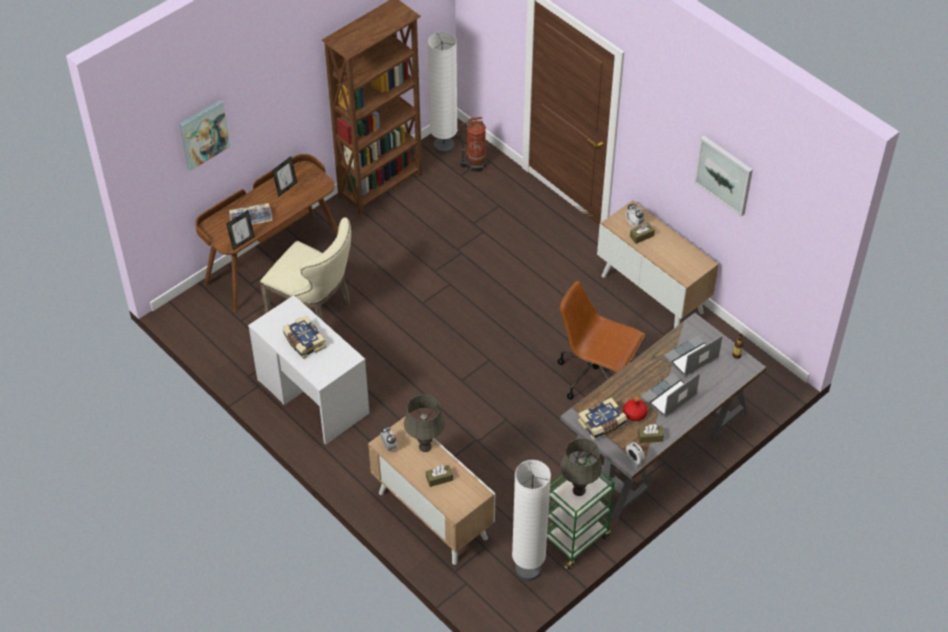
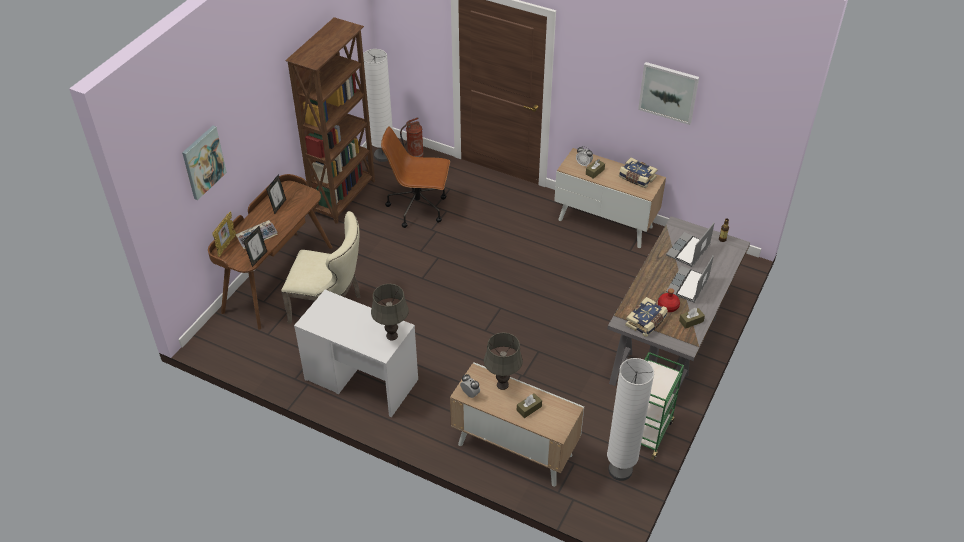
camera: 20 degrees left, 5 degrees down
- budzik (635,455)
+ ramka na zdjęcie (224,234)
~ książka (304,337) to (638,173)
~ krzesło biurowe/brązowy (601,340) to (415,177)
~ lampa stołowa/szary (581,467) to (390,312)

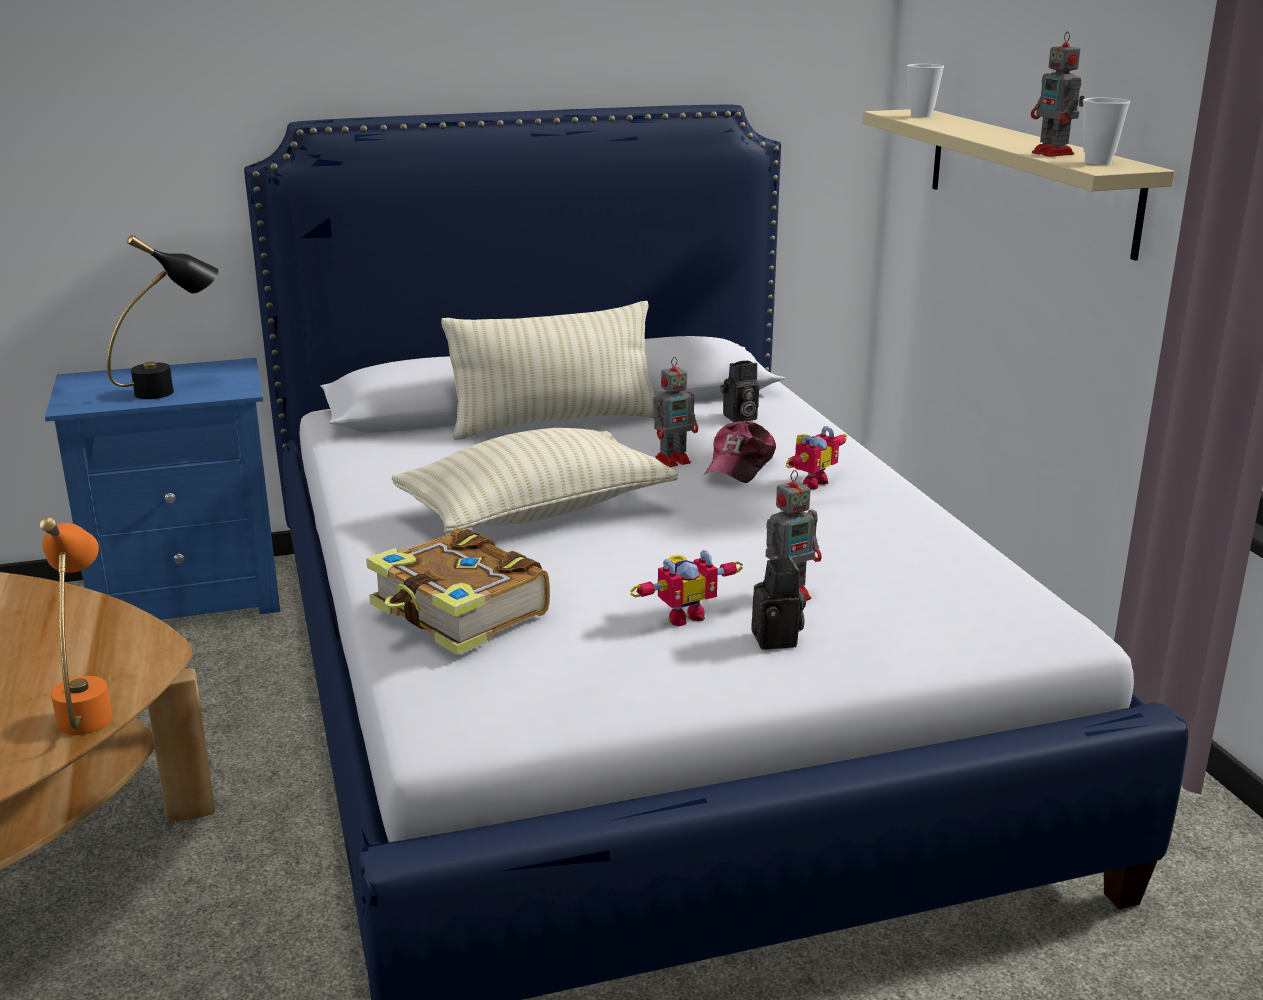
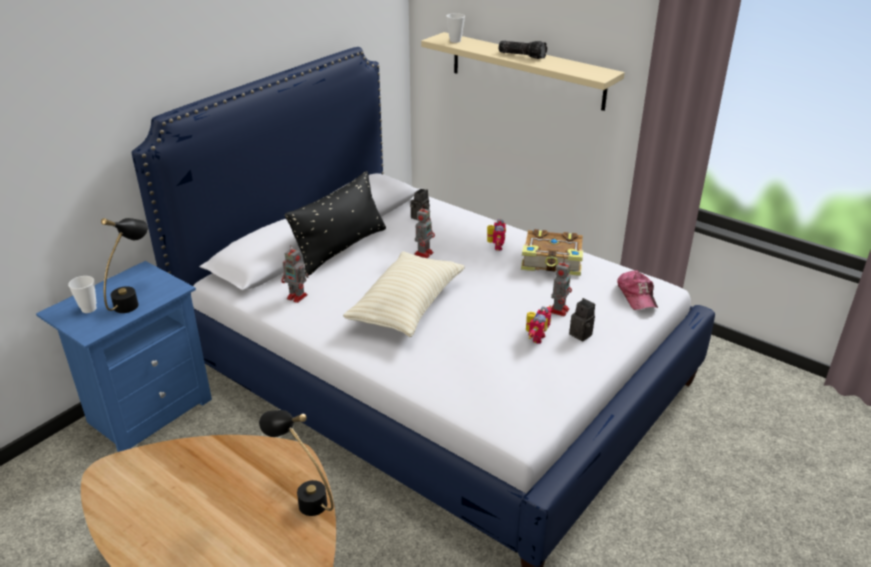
camera: 35 degrees left, 10 degrees up
+ latarka (523,49)
~ książka (458,592) to (552,252)
~ czapka z daszkiem (739,452) to (637,290)
~ robot zabawkowy (1058,94) to (295,274)
~ filiżanka (1106,131) to (82,294)
~ lampa stołowa/pomarańczowy (76,626) to lampa stołowa/czarny (296,463)
~ poduszka/beżowy (548,370) to poduszka/czarny (335,223)

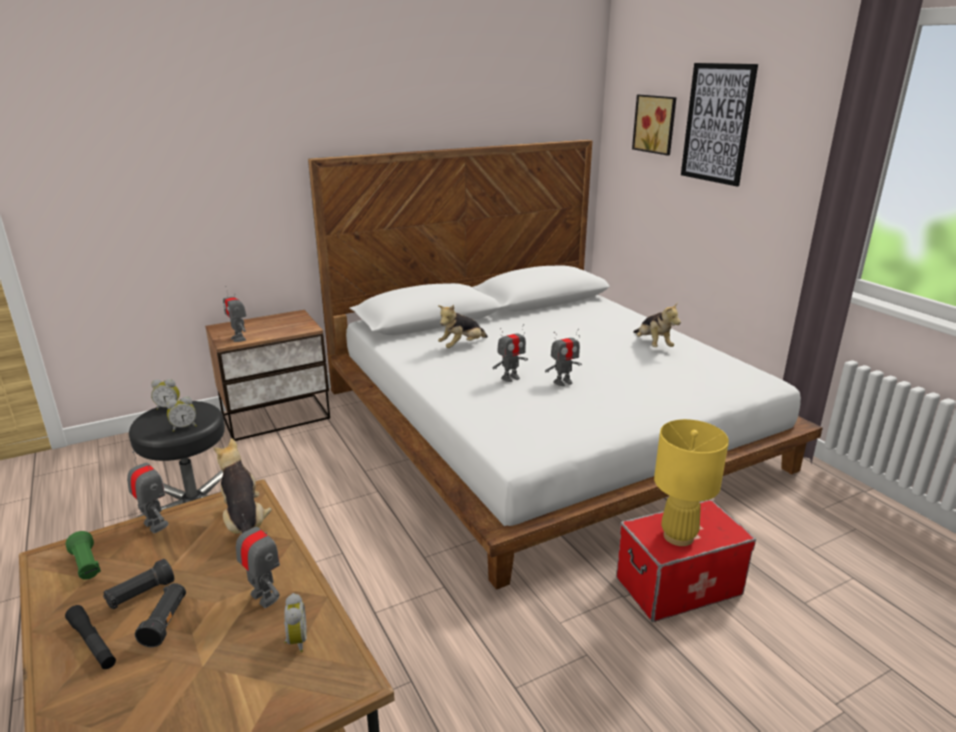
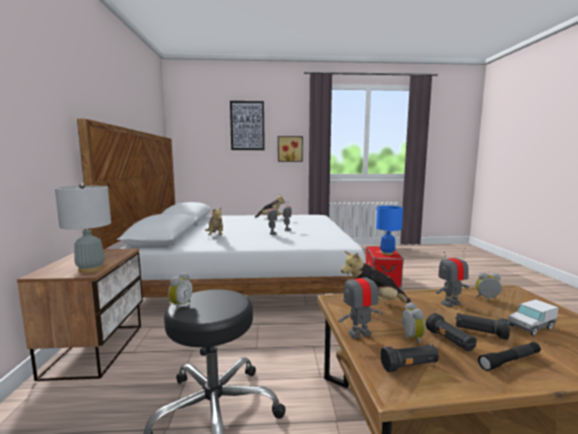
camera: 65 degrees left, 15 degrees down
+ ciężarówka zabawkowa (534,317)
~ budzik (181,414) to (414,323)
~ obraz (654,125) to (290,149)
~ robot zabawkowy (235,314) to lampa stołowa/szary (83,228)
~ latarka/zielony (83,555) to latarka/czarny (409,358)
~ lampa stołowa/żółty (691,482) to lampa stołowa/niebieski (389,230)

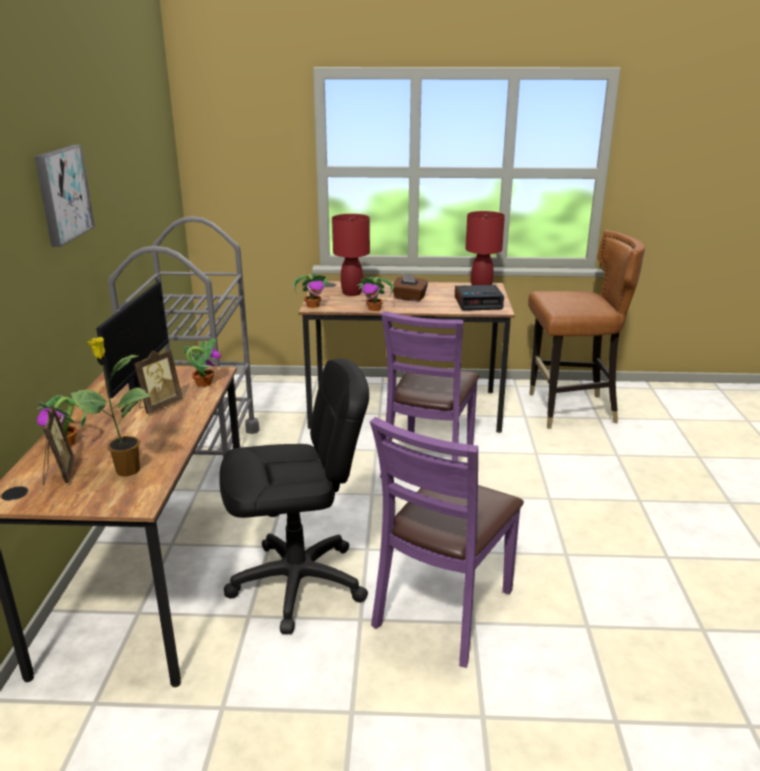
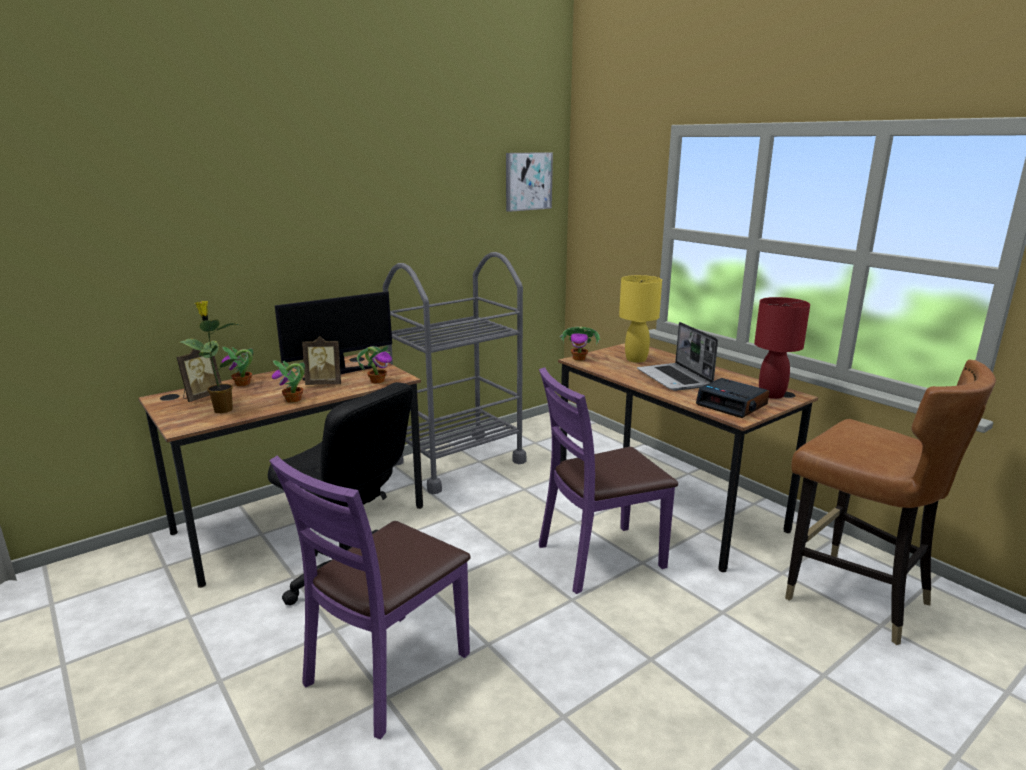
camera: 50 degrees right, 5 degrees down
~ obraz (64,196) to (529,182)
~ roślina doniczkowa (375,294) to (288,381)
~ pudełko chusteczek/brązowy (410,287) to laptop (677,356)
~ lampa stołowa/czerwony (351,255) to lampa stołowa/żółty (640,319)
~ krzesło/fioletowy (447,542) = (370,597) 45 degrees counterclockwise

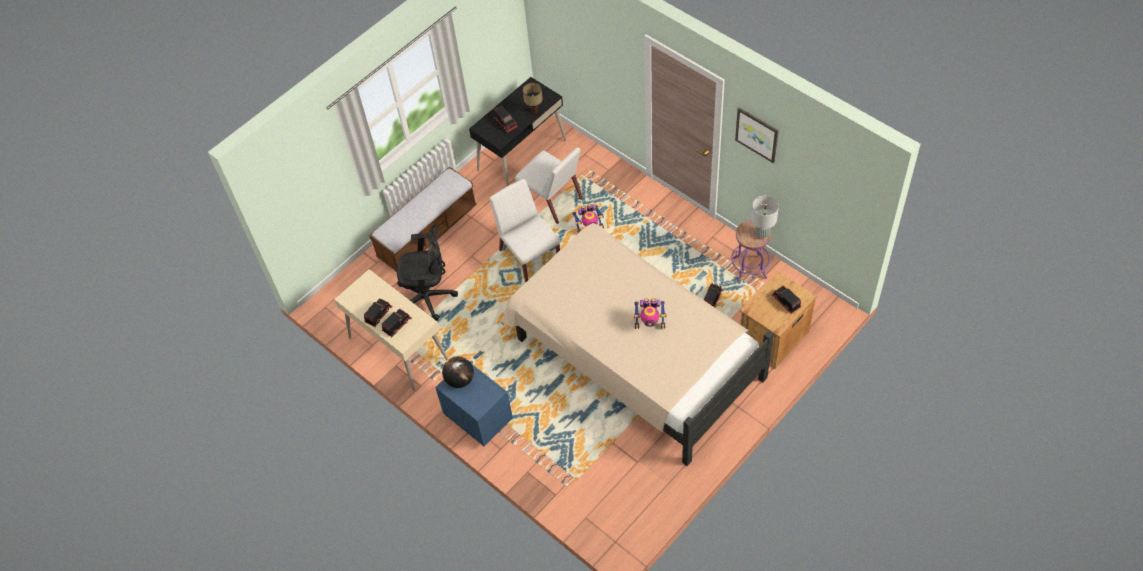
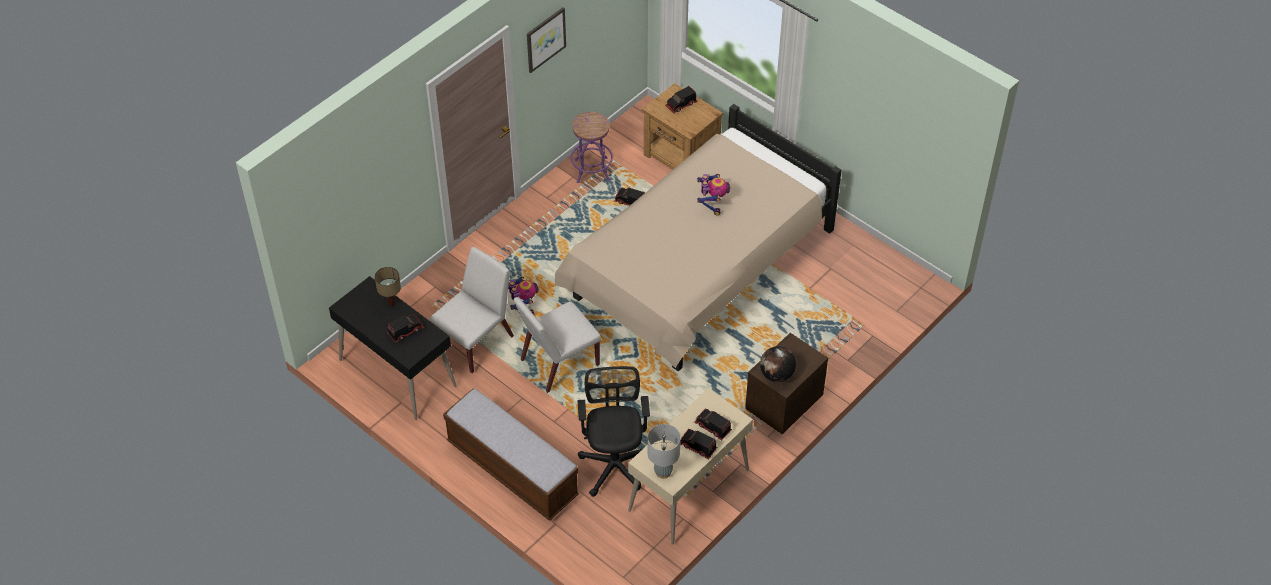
camera: 95 degrees left, 5 degrees down
~ lampa stołowa/szary (765,217) to (664,451)
~ szafka nocna/niebieski (474,405) to szafka nocna/brązowy (786,384)

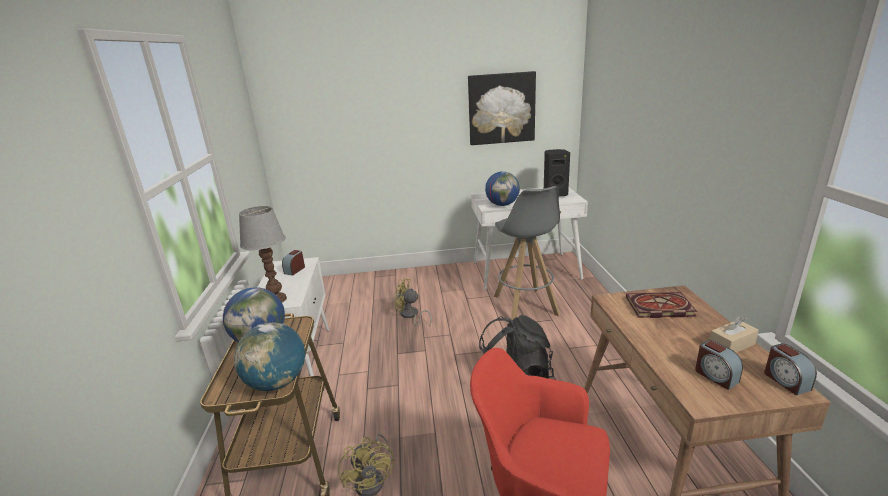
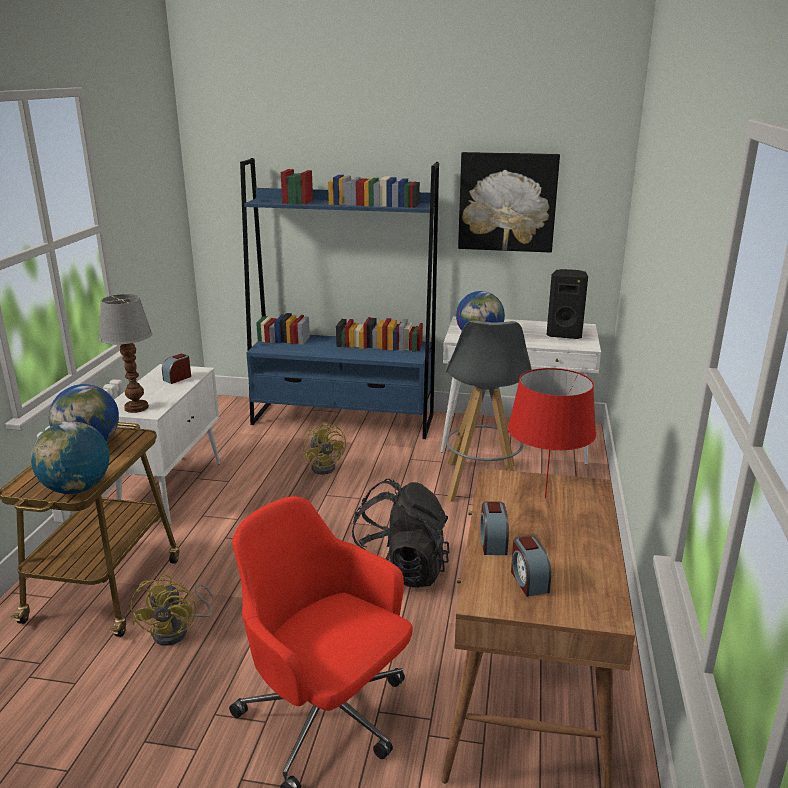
camera: 15 degrees right, 0 degrees up
- pudełko chusteczek/beżowy (734,334)
+ regał/niebieski (339,298)
~ budzik (790,369) to (494,528)
~ książka (661,305) to lampa stołowa/czerwony (552,433)
~ wentylator/żółty (413,301) = (324,448) 150 degrees counterclockwise

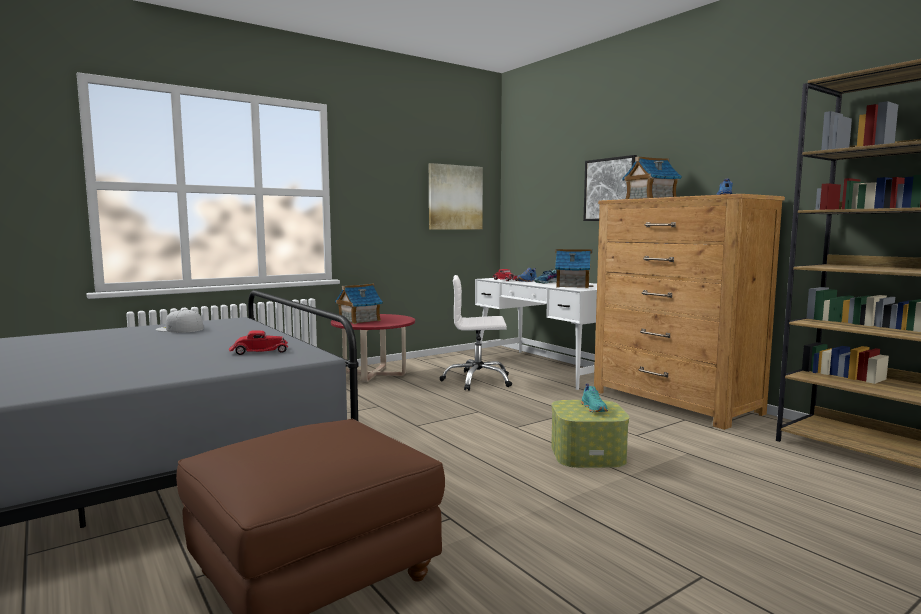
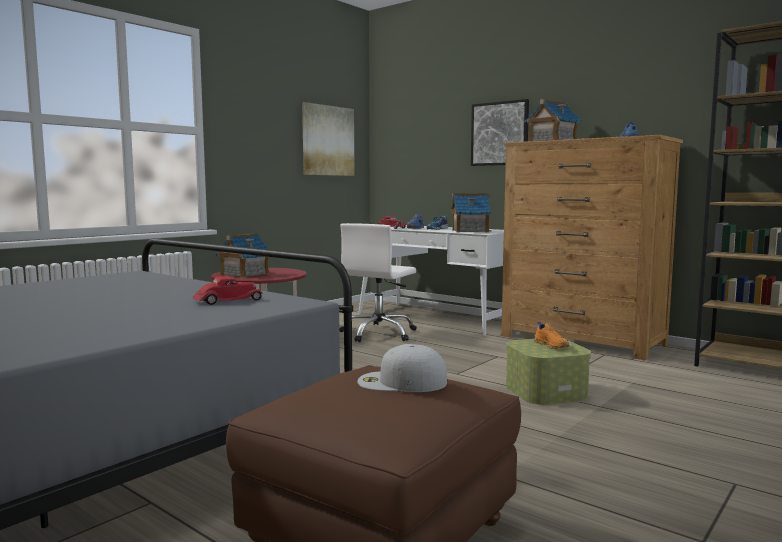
camera: 15 degrees left, 0 degrees up
~ czapka z daszkiem/biały (180,321) to (402,368)
~ but/turkusowy (594,398) to but/pomarańczowy (551,335)
~ krzesło biurowe/biały (475,333) = (378,282) 45 degrees counterclockwise

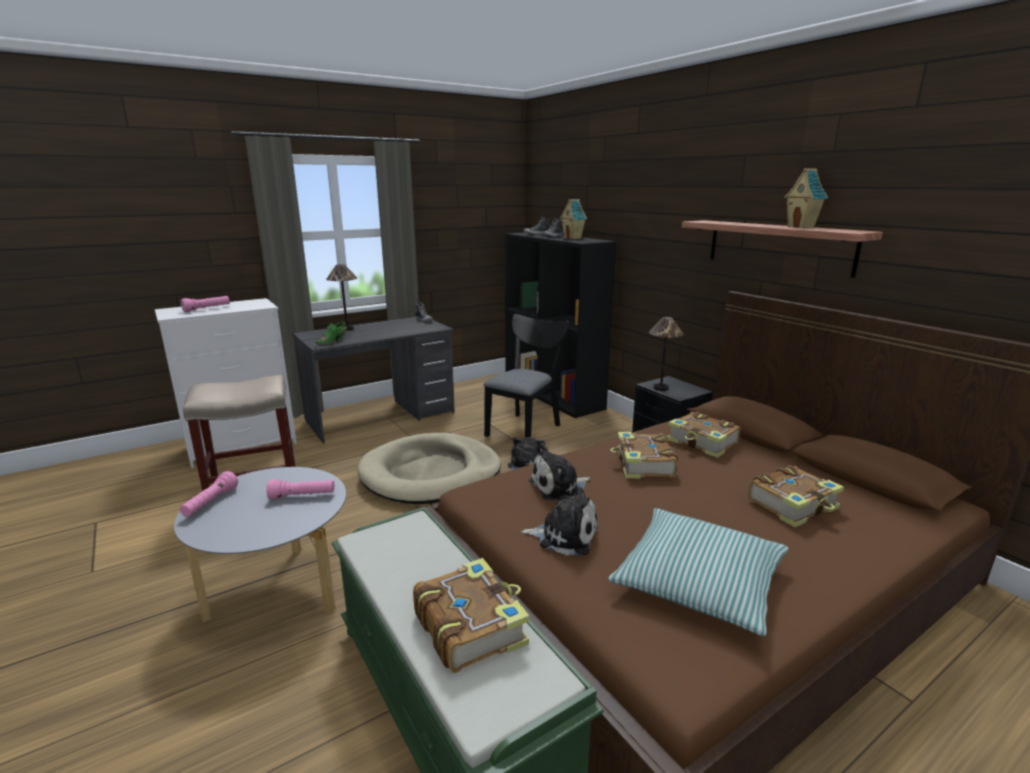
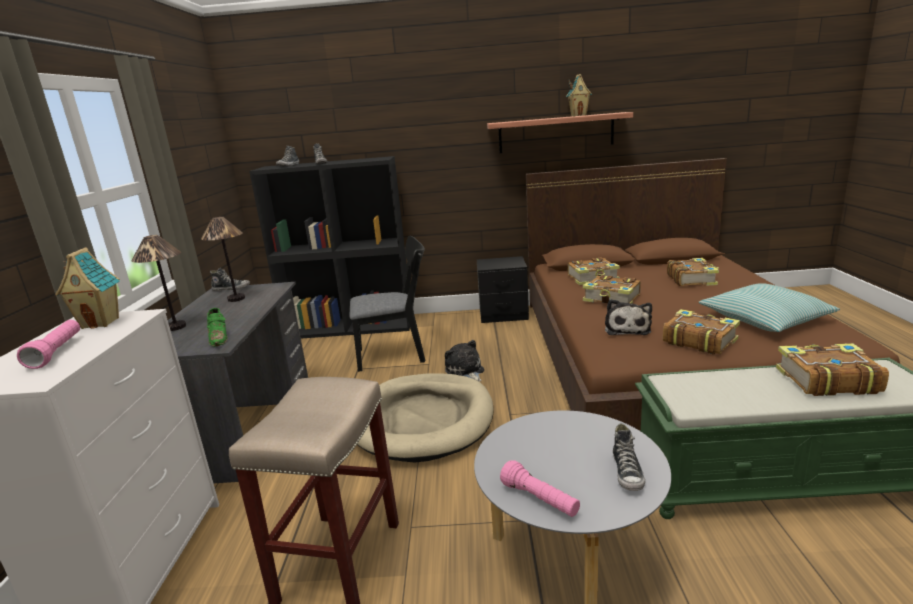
camera: 55 degrees left, 0 degrees up
- latarka/różowy (300,489)
+ but (629,457)
~ domek (573,219) to (87,288)
~ lampa stołowa (666,354) to (223,259)
~ pluszak (559,521) to książka (701,332)
~ krzesło/czarny (526,376) = (387,304) 105 degrees clockwise

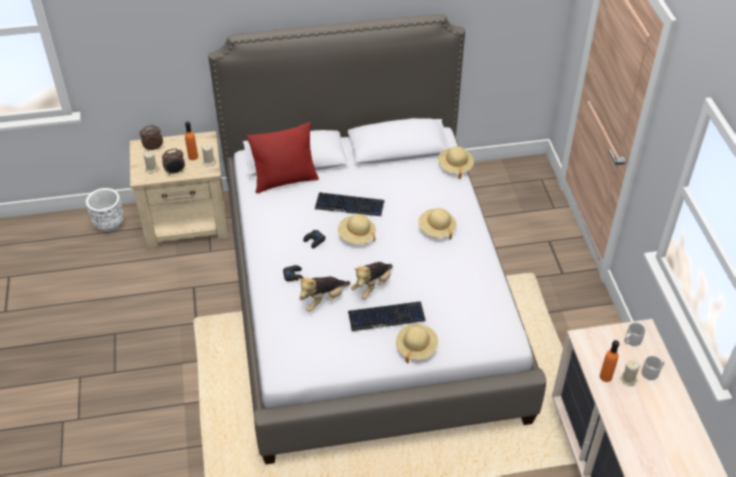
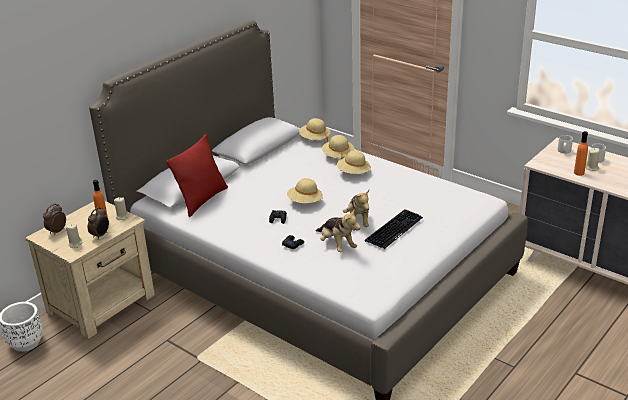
camera: 40 degrees left, 15 degrees down
- klawiatura (350,204)
~ kapelusz/beżowy (417,344) to (338,147)
~ pluszak (324,294) = (338,231) 45 degrees counterclockwise

